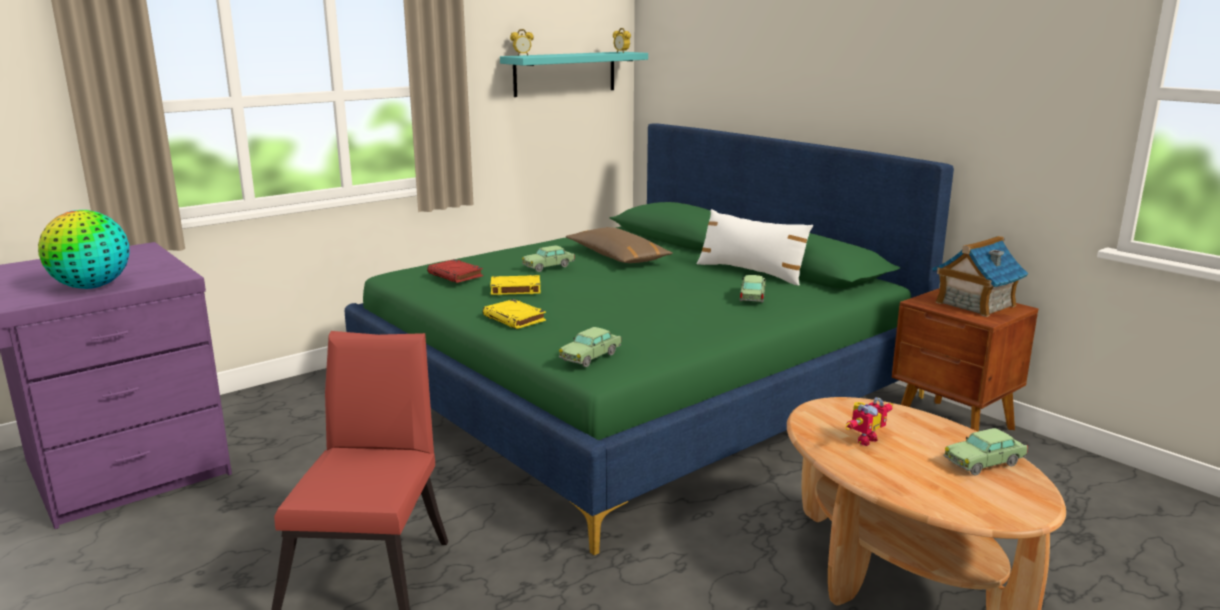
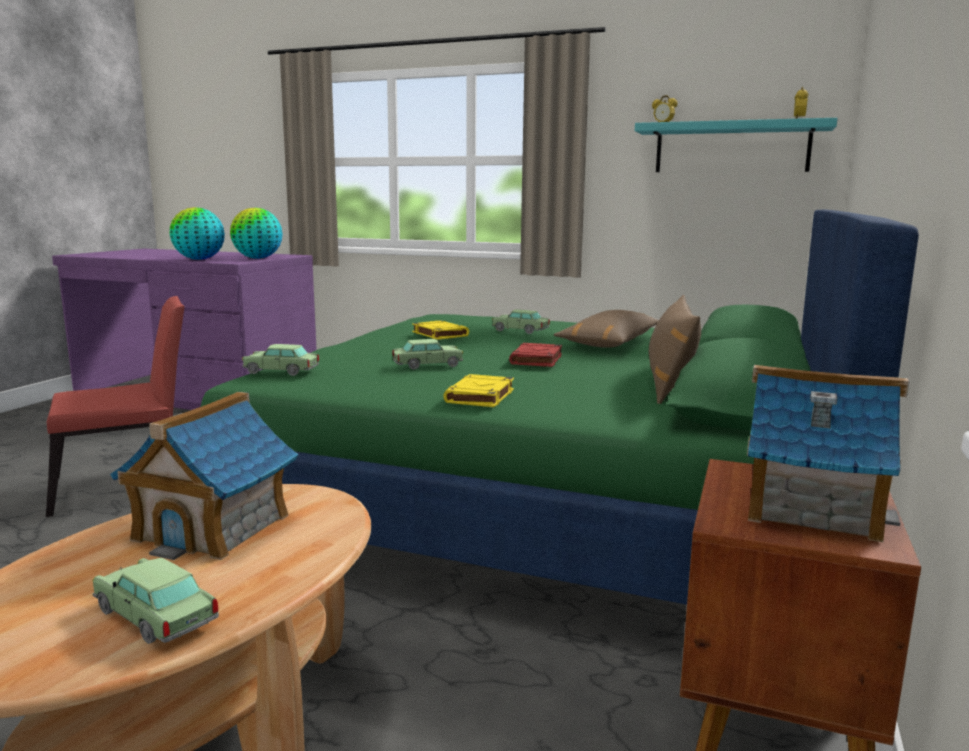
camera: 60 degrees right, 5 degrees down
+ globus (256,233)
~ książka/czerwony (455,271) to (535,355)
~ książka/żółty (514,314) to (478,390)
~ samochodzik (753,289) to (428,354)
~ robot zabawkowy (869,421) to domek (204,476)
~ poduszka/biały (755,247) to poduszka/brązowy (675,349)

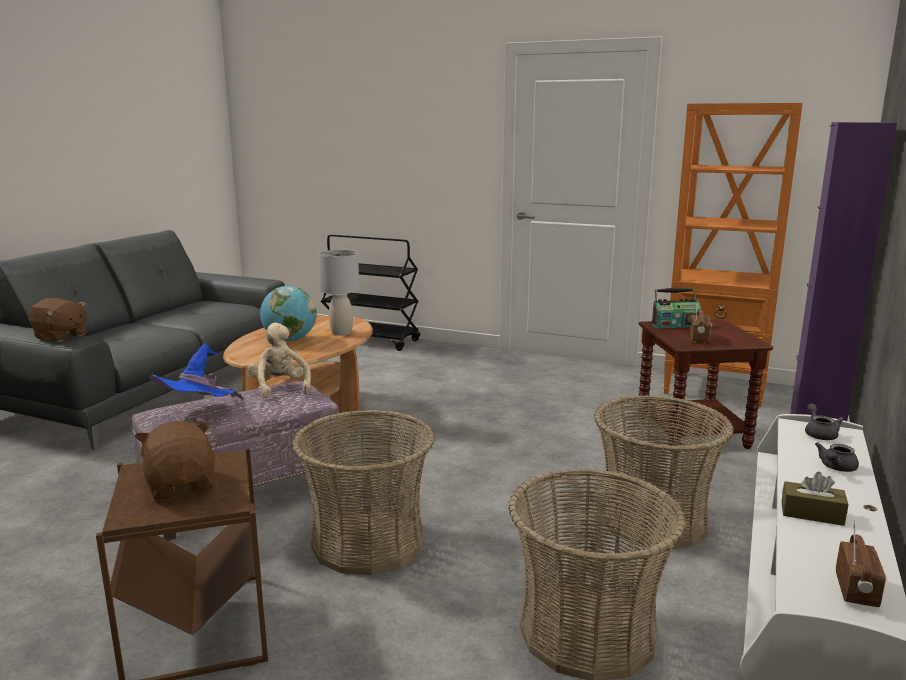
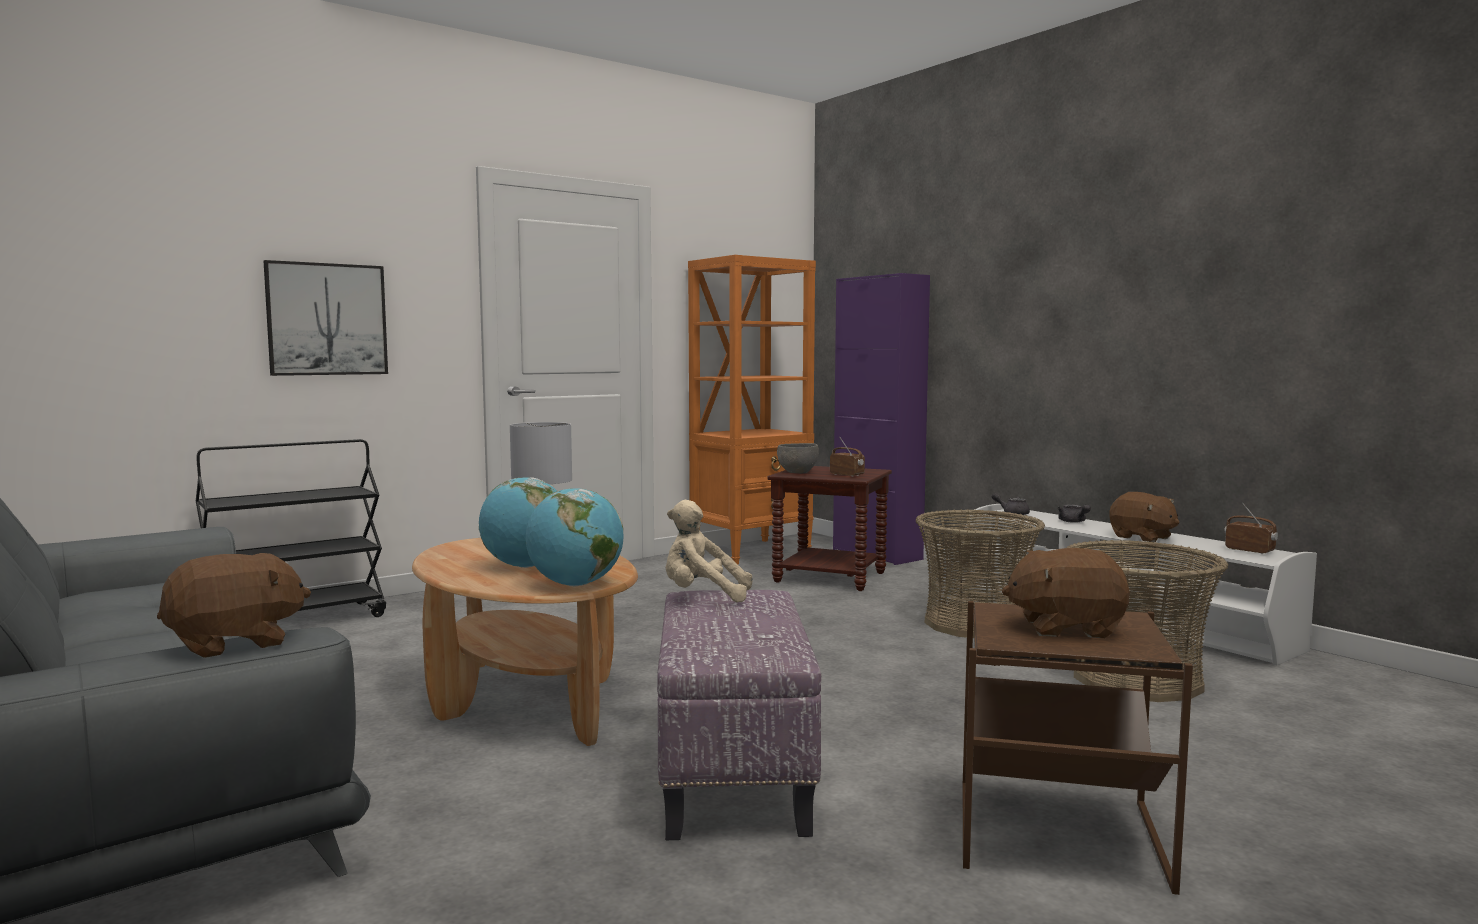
camera: 60 degrees left, 10 degrees down
- kapelusz/niebieski (196,371)
- koszyk (363,492)
+ obraz (326,318)
+ globus (574,537)
~ radio (676,308) to miska/szary (798,458)
~ pudełko chusteczek/brązowy (814,499) to pluszak/brązowy (1144,517)

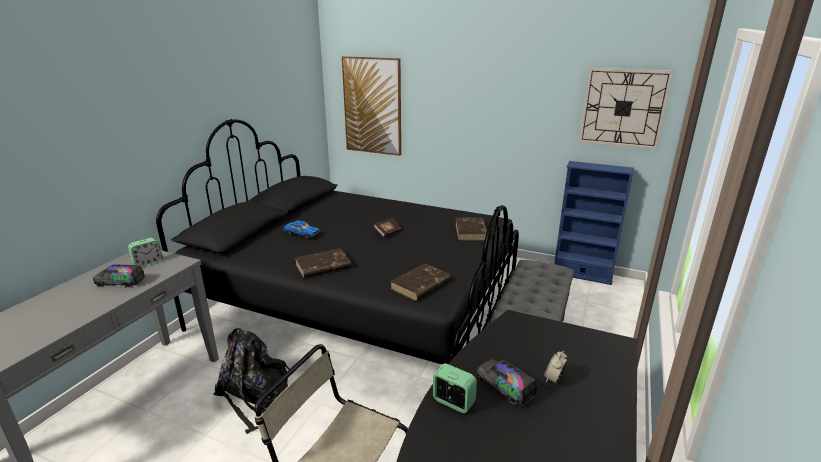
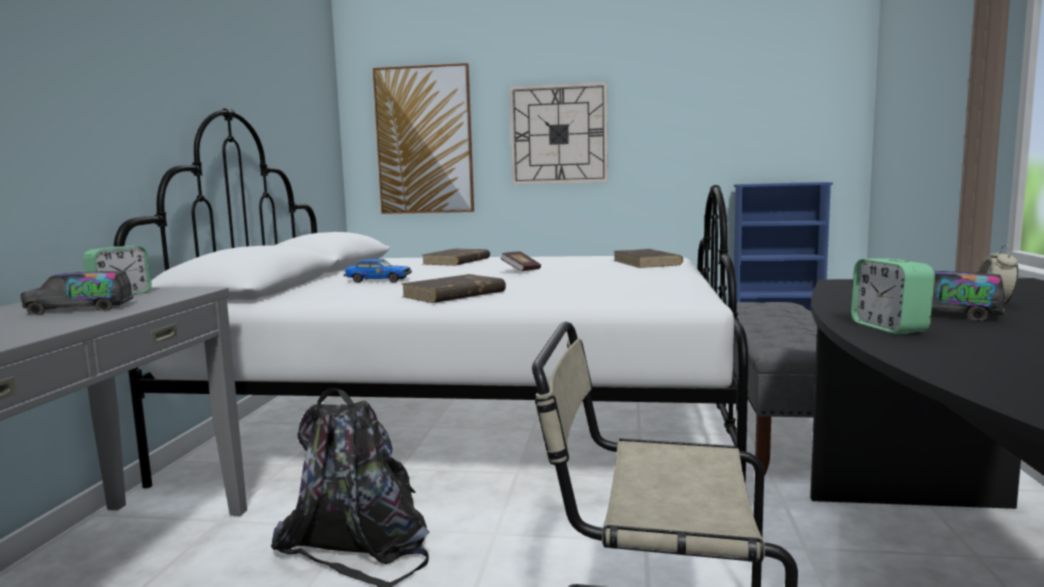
camera: 15 degrees left, 15 degrees down
~ książka/brązowy (420,282) to (456,257)
~ zegar ścienny (626,109) to (558,133)
~ łóżko/czarny (337,241) to łóżko/biały (431,298)
~ budzik (455,388) = (893,296) 120 degrees counterclockwise

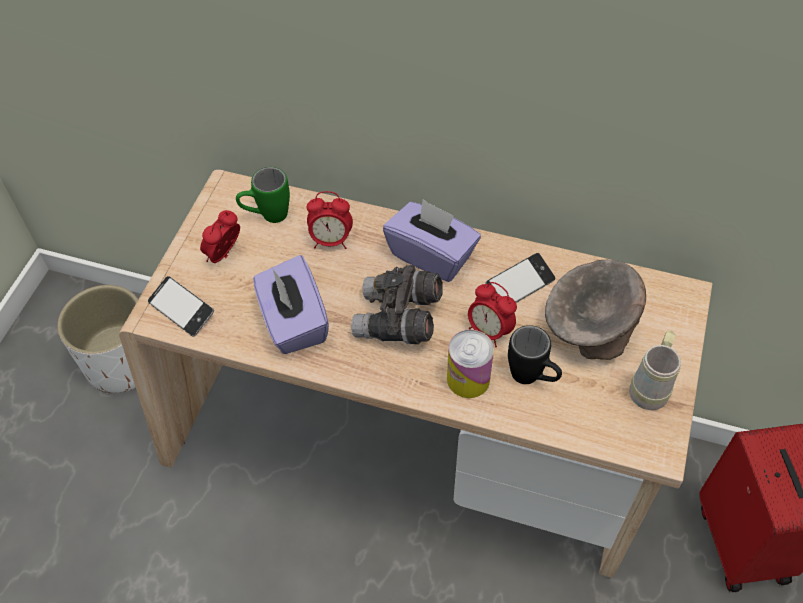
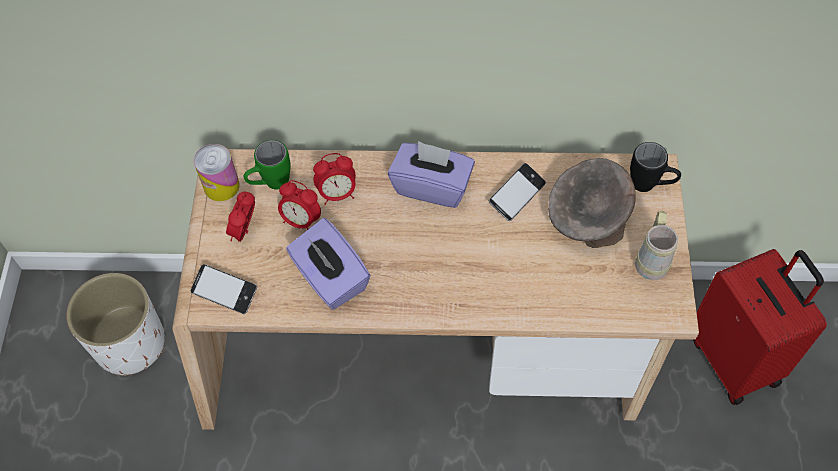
camera: 15 degrees left, 5 degrees up
- lornetka/szary (397,304)
~ puszka (470,364) to (217,172)
~ budzik (492,314) to (299,205)
~ kubek/czarny (535,354) to (655,167)

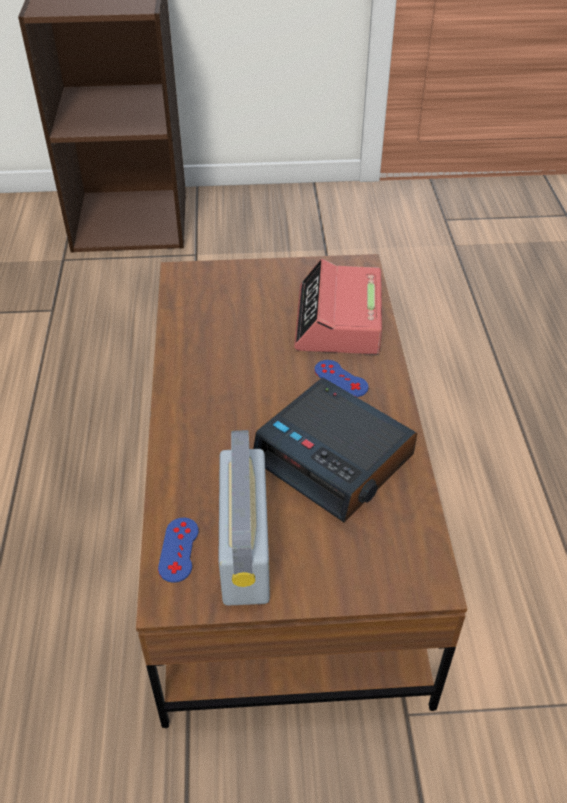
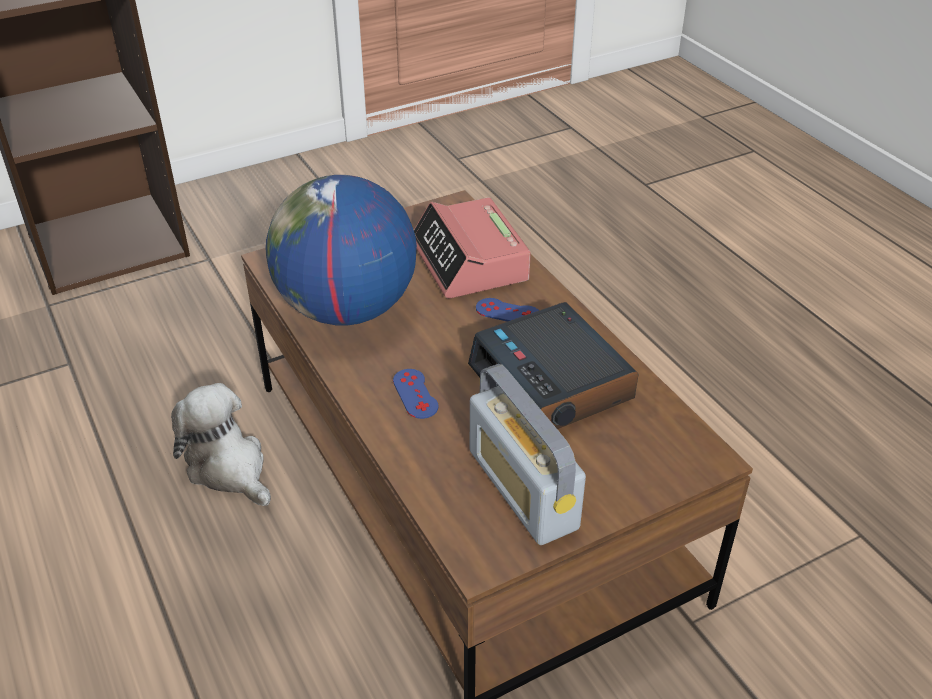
camera: 25 degrees left, 5 degrees down
+ pluszak (221,444)
+ globus (341,250)
~ pad do gier/niebieski (178,550) to (416,394)
~ budzik (335,450) = (553,365) 45 degrees clockwise

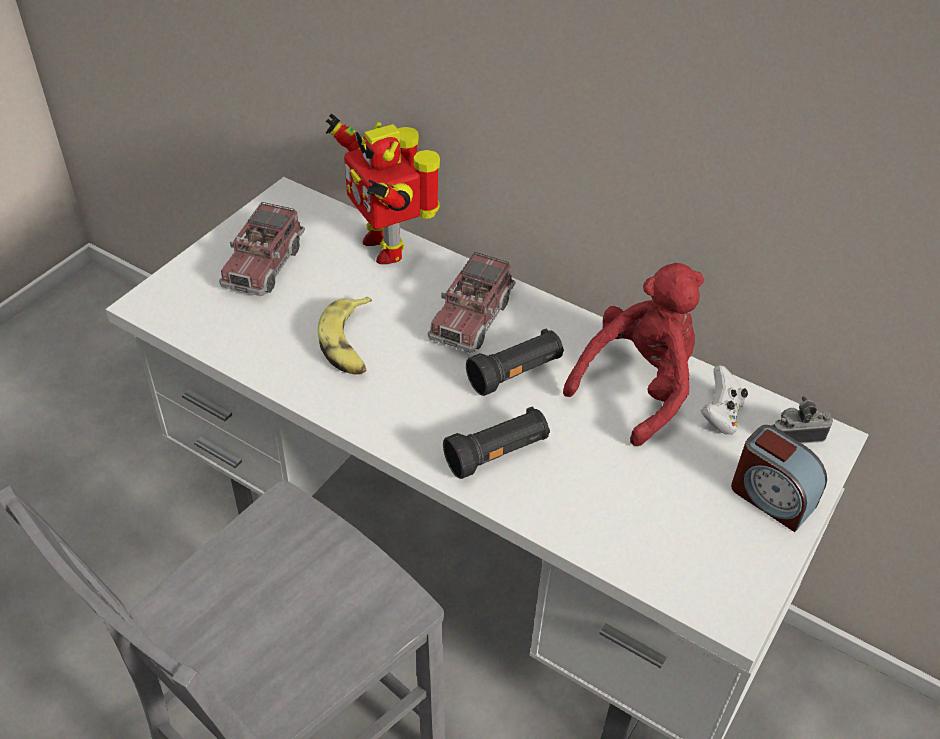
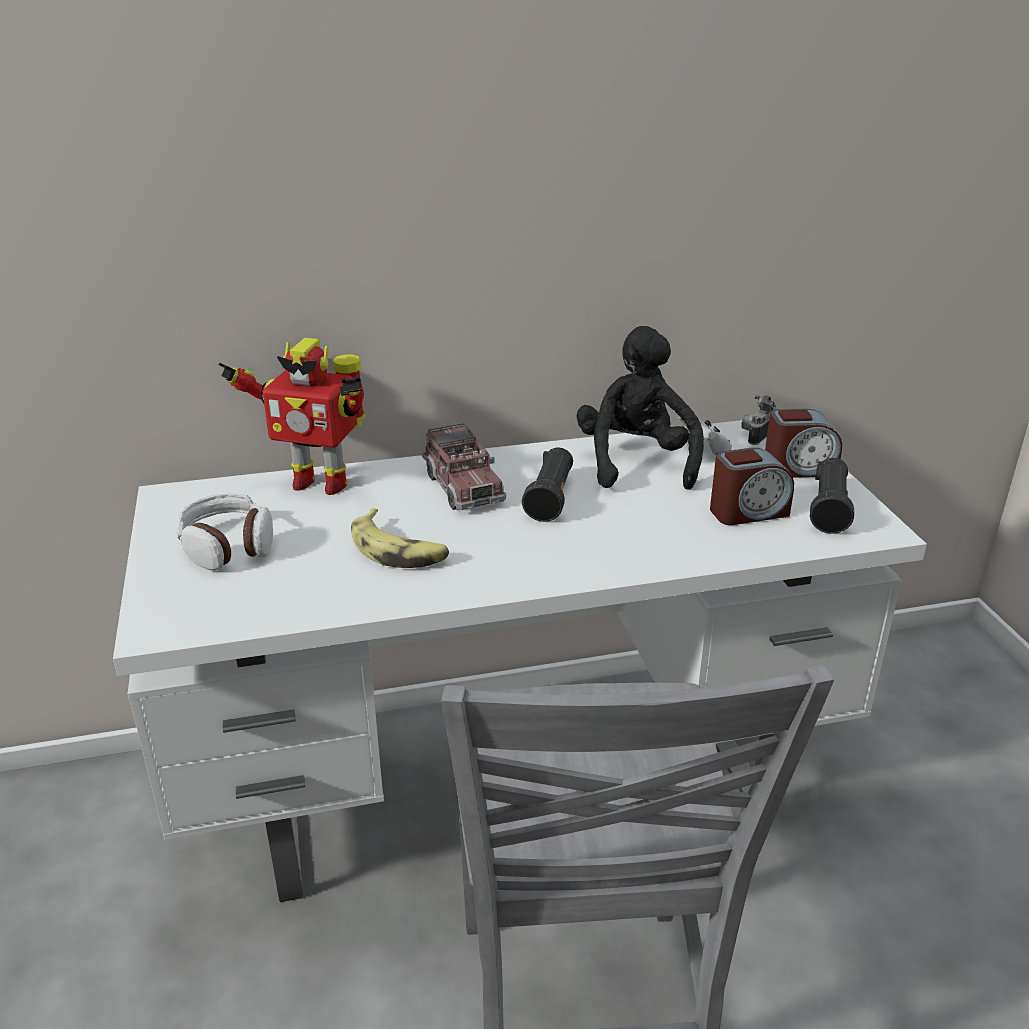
camera: 45 degrees left, 15 degrees down
+ budzik (752,486)
~ latarka/czarny (496,442) to (832,496)
~ ciężarówka zabawkowa (262,249) to słuchawki (224,532)
~ pluszak/czerwony (633,354) to pluszak/czarny (640,408)

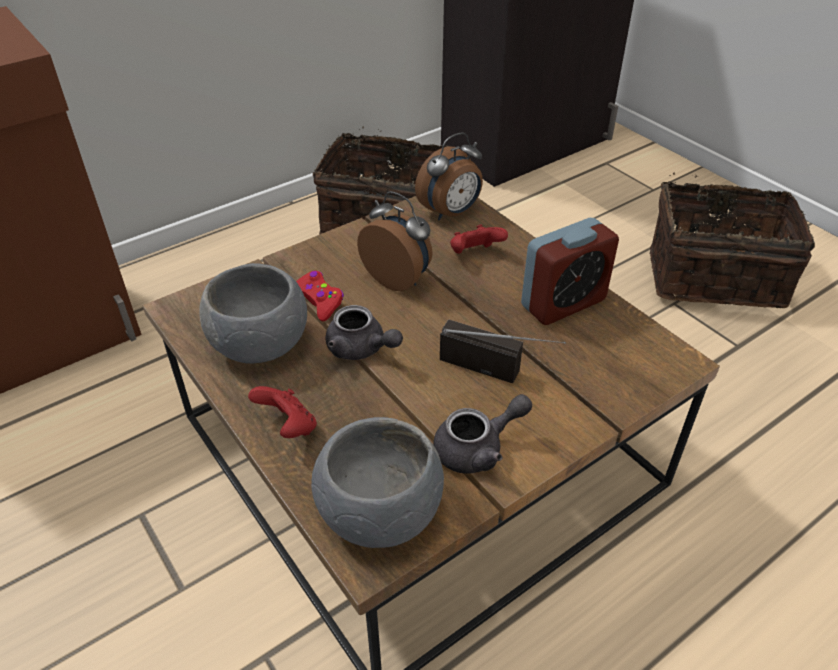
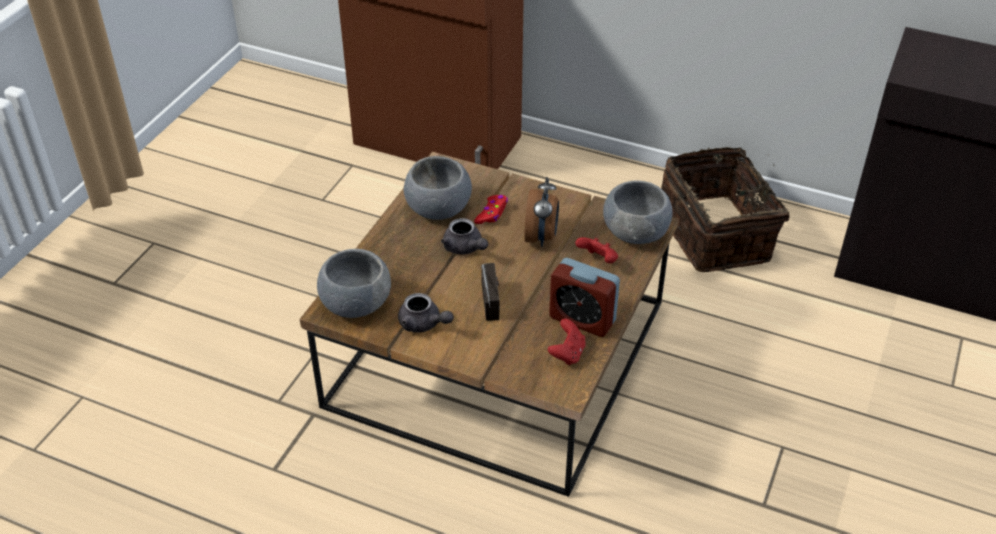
camera: 60 degrees right, 0 degrees up
- koszyk (732,240)
~ pad do gier/czerwony (282,412) to (566,342)
~ budzik (449,176) to miska/szary (638,212)
~ imbryk/szary (364,332) = (464,236) 45 degrees counterclockwise

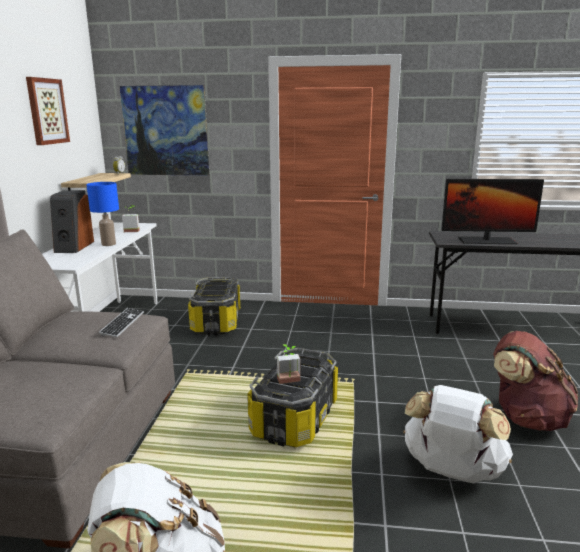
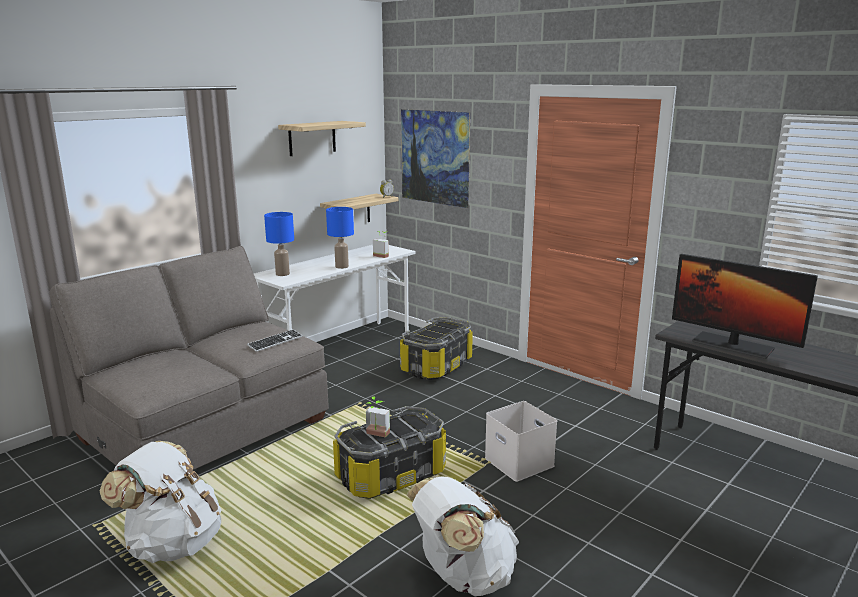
camera: 35 degrees right, 0 degrees up
- głośnik (72,221)
- plecak/brązowy (536,381)
+ lampa stołowa/niebieski (279,244)
+ pojemnik do przechowywania/biały (521,441)
~ obraz (48,111) to półka (322,138)

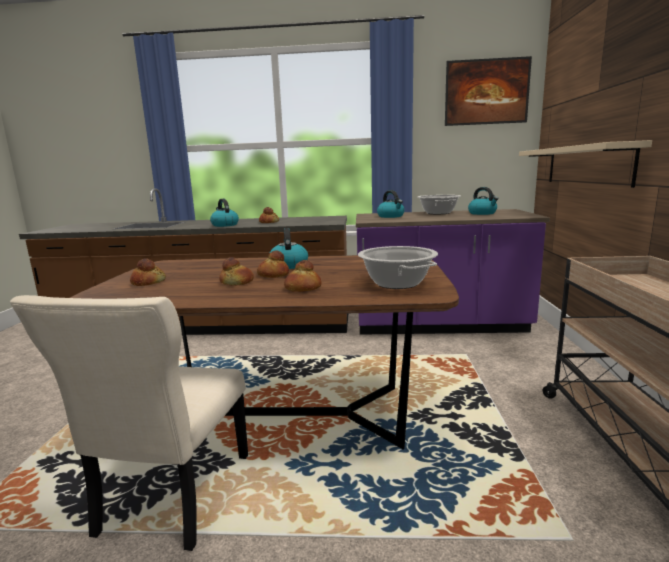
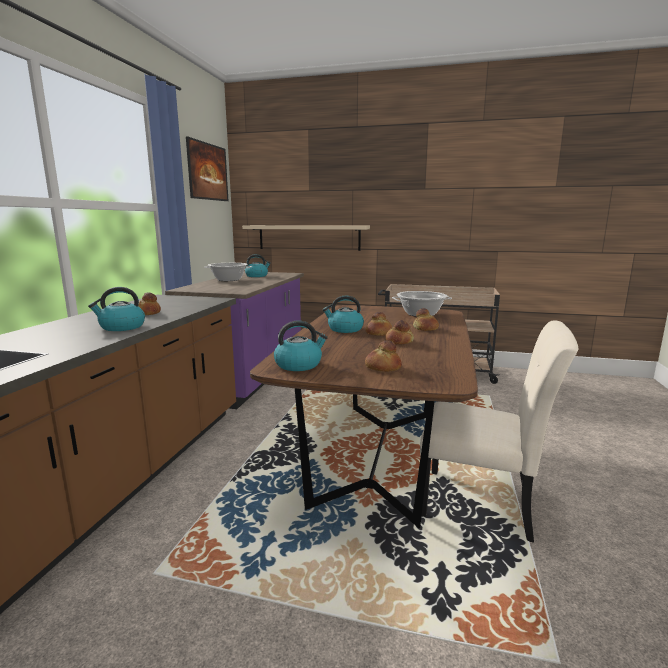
camera: 80 degrees left, 0 degrees up
~ czajnik (390,204) to (301,346)

